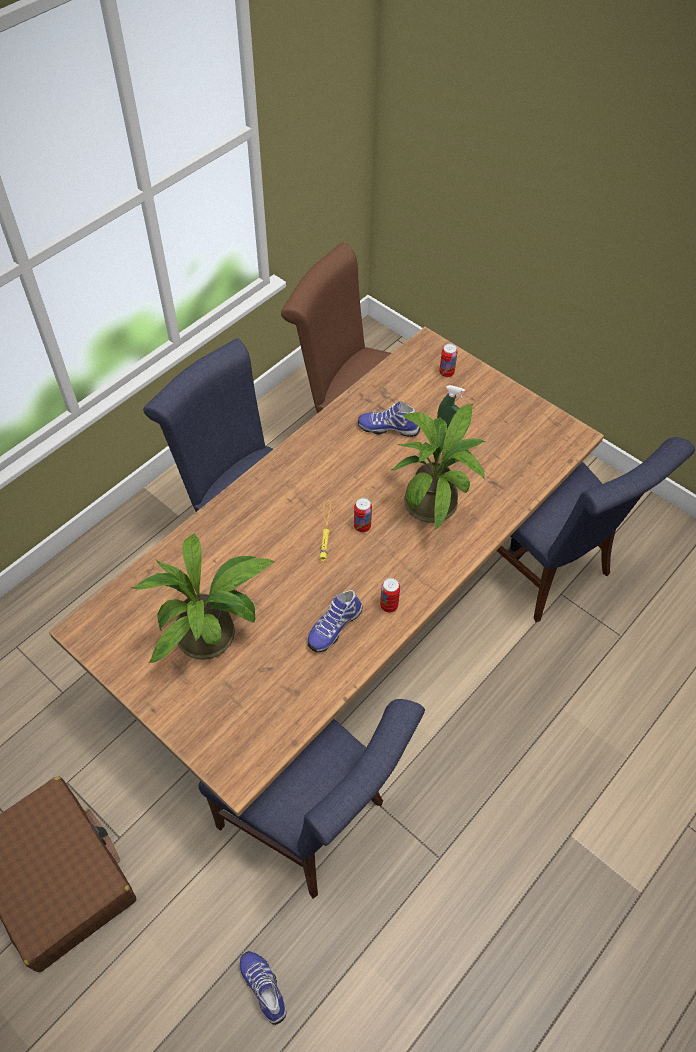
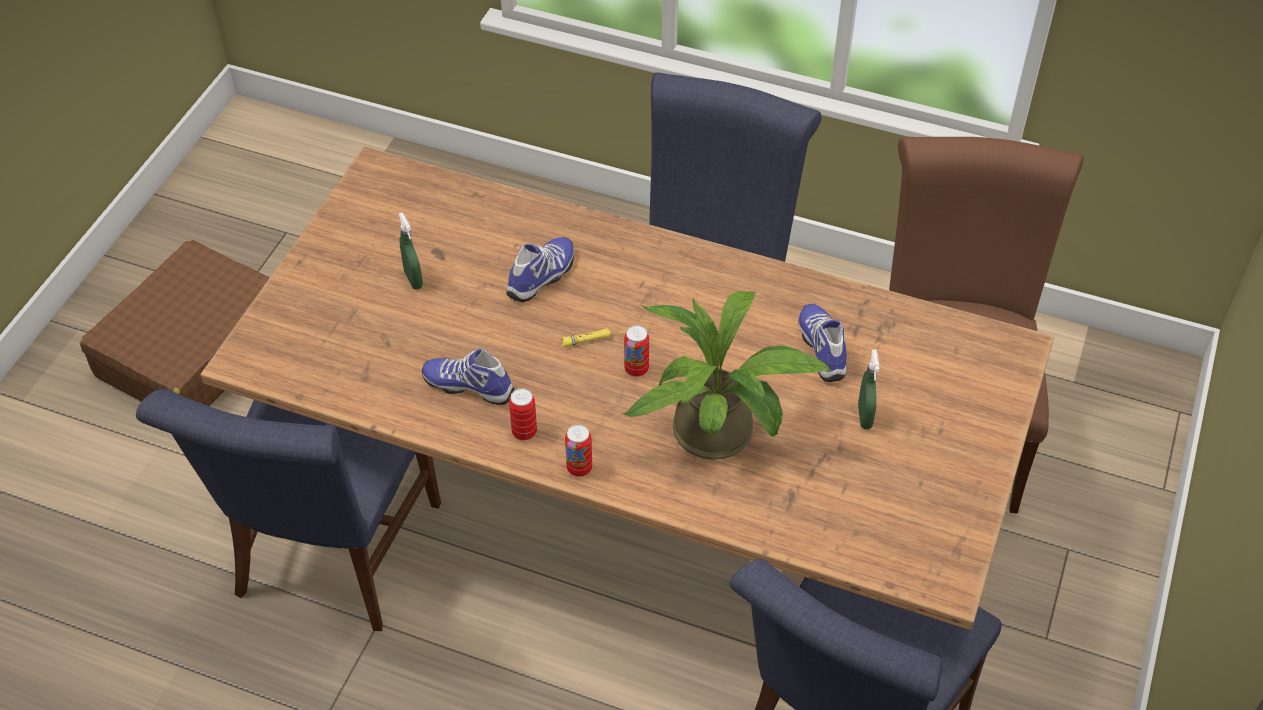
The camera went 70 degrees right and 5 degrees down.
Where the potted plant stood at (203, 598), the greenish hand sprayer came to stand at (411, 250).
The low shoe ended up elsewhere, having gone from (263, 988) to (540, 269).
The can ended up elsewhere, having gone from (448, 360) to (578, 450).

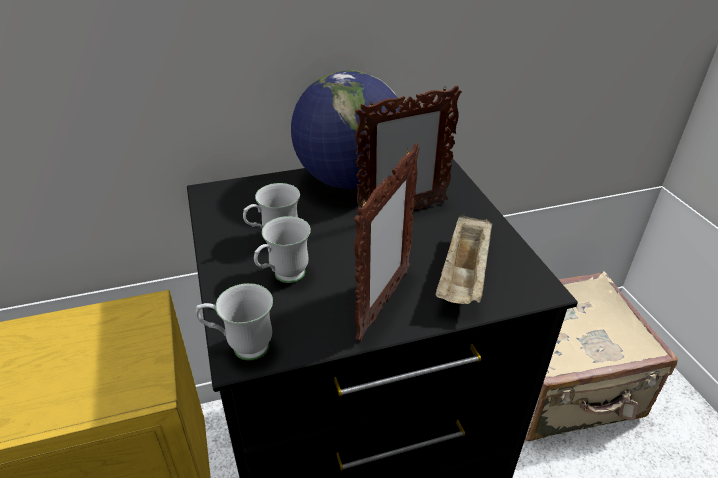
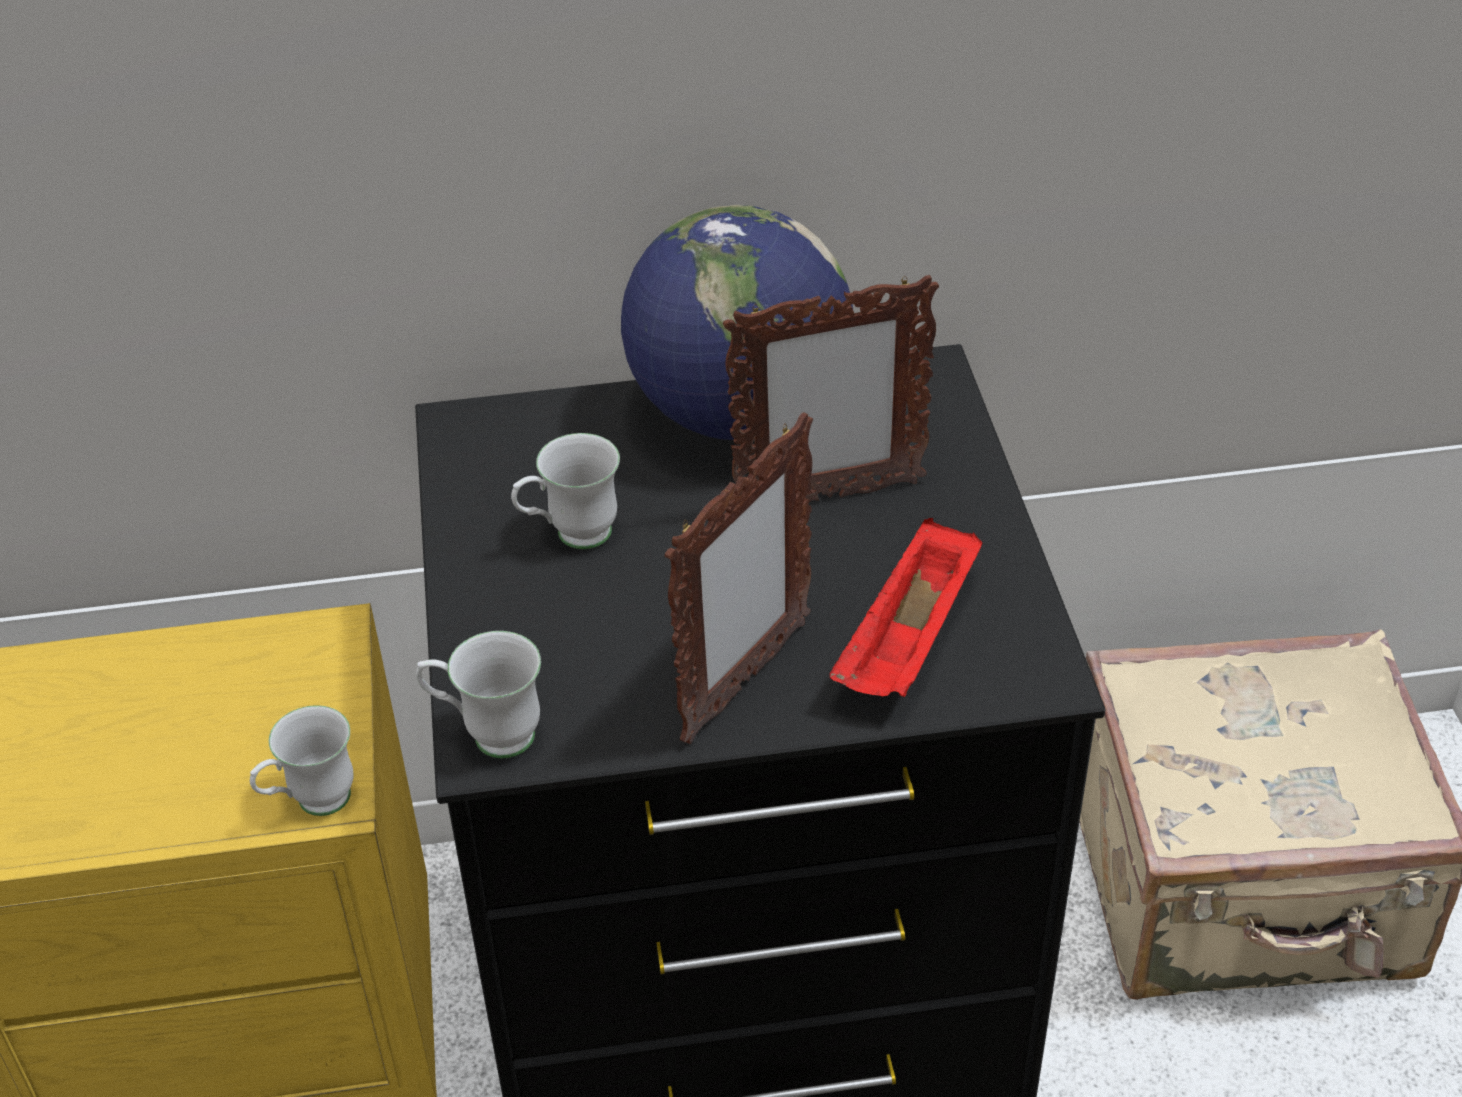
The camera went 10 degrees right and 5 degrees up.
The whitish coffee mug ended up elsewhere, having gone from (282, 249) to (302, 760).
What was the sand-coloured carrying tray at (464, 259) turned into the red-coloured carrying tray at (906, 607).

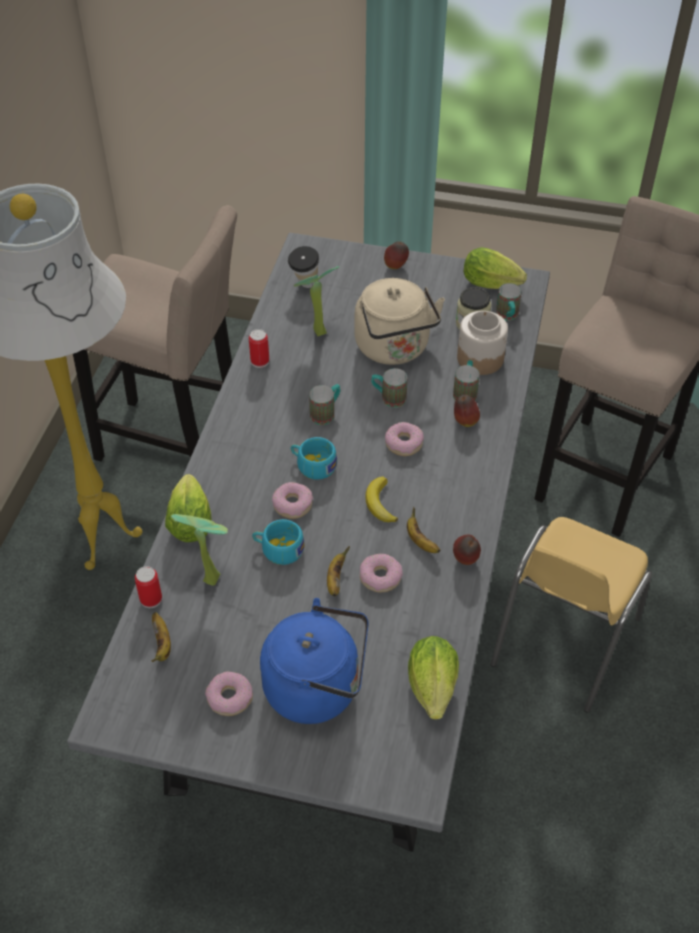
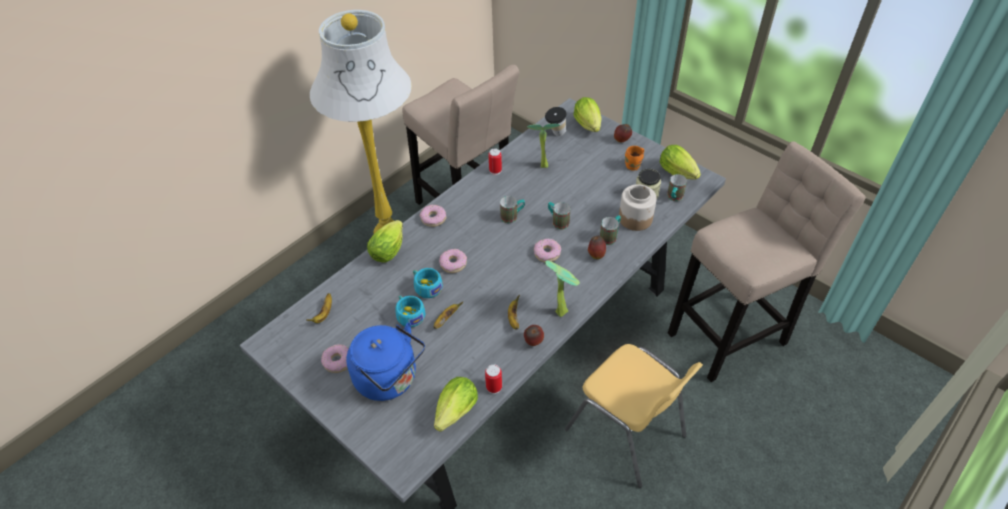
The camera went 30 degrees right and 0 degrees up.
The can ended up elsewhere, having gone from (148, 587) to (493, 379).
The potted plant ended up elsewhere, having gone from (199, 550) to (562, 289).
The turquoise cup ended up elsewhere, having gone from (314, 458) to (410, 311).
The second view lost the sand-coloured kettle at (400, 321).
The doughnut ended up elsewhere, having gone from (381, 573) to (433, 216).
The second view lost the whole banana at (381, 499).
The yellowish upright chair at (571, 615) ended up facing another way, 105 degrees counterclockwise from before.
The second view gained the lettuce at (587, 114).
The second view gained the orange-coloured coffee mug at (634, 158).

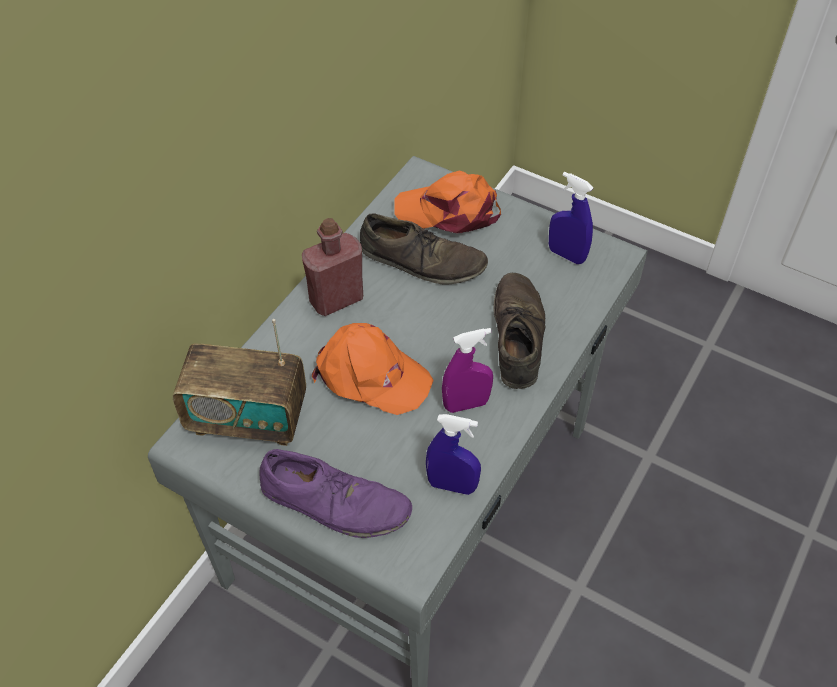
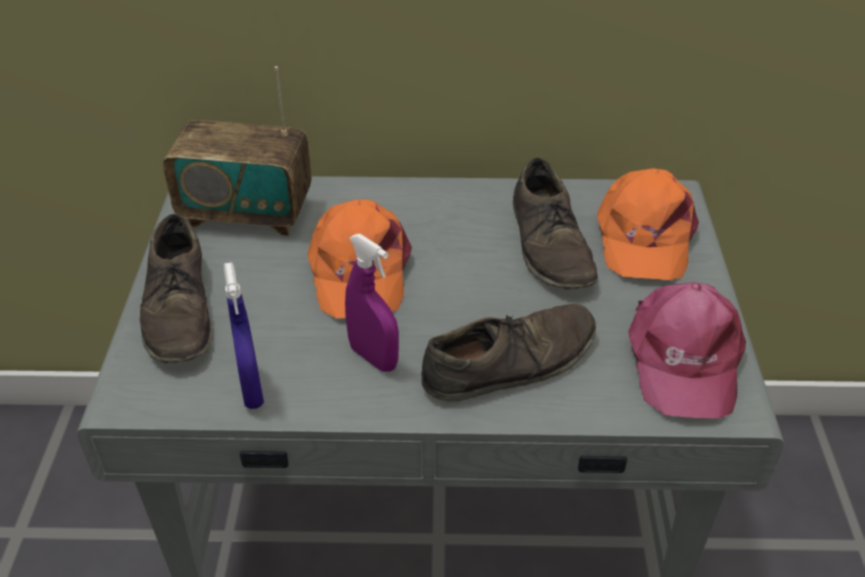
The camera went 60 degrees right and 10 degrees down.
The radio at (239, 382) ended up facing another way, 60 degrees counterclockwise from before.
What was the purple low shoe at (335, 493) turned into the brown low shoe at (176, 288).
The second view lost the red-coloured beverage bottle at (332, 267).
The orange-coloured peaked cap at (447, 201) ended up facing another way, 150 degrees counterclockwise from before.
Where the bluish hand sprayer stood at (571, 217), the pinkish peaked cap came to stand at (687, 350).

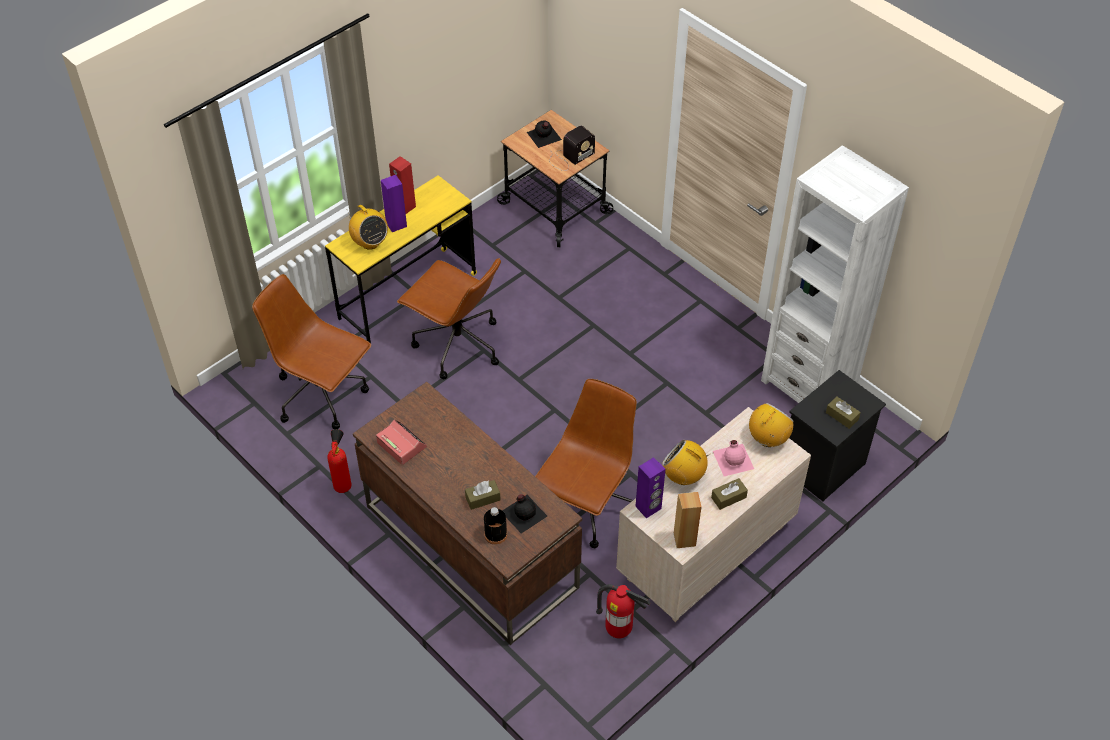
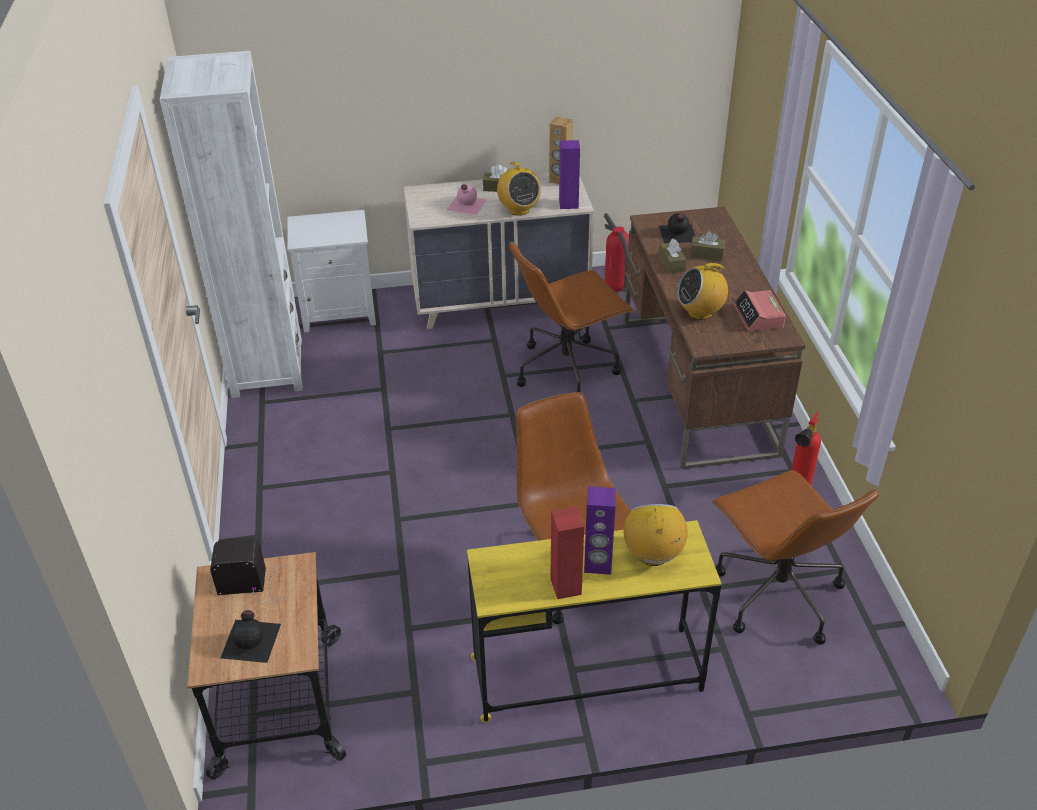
The camera went 145 degrees left and 10 degrees down.
The second view lost the black-coloured beverage bottle at (495, 526).
The radio ended up elsewhere, having gone from (771, 425) to (702, 291).
What was the black-coloured bedside table at (837, 435) turned into the whitish bedside table at (332, 271).
The brown tissue holder ended up elsewhere, having gone from (843, 412) to (673, 256).

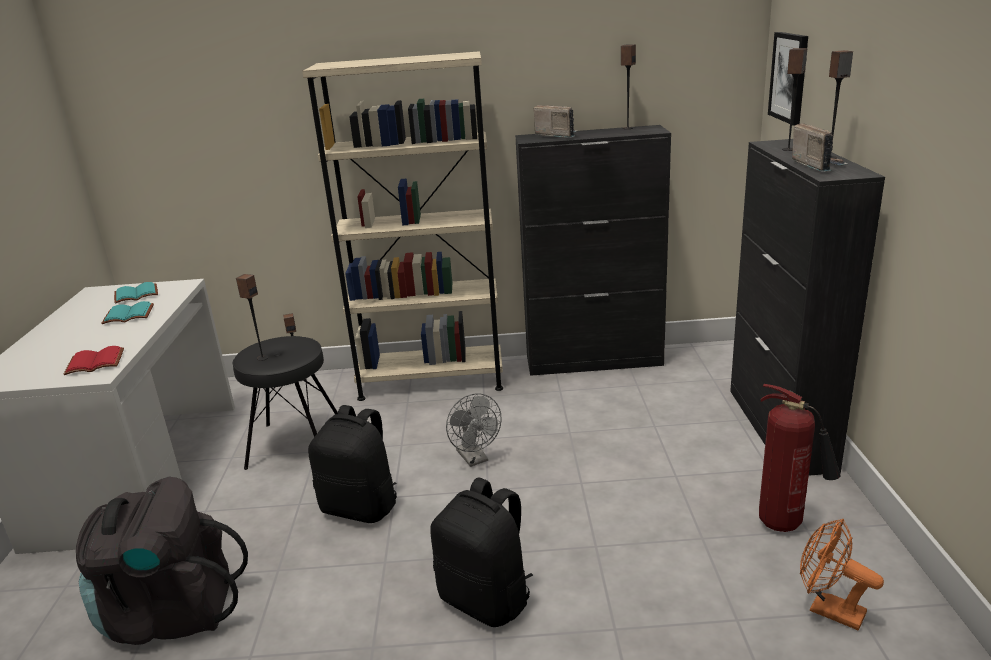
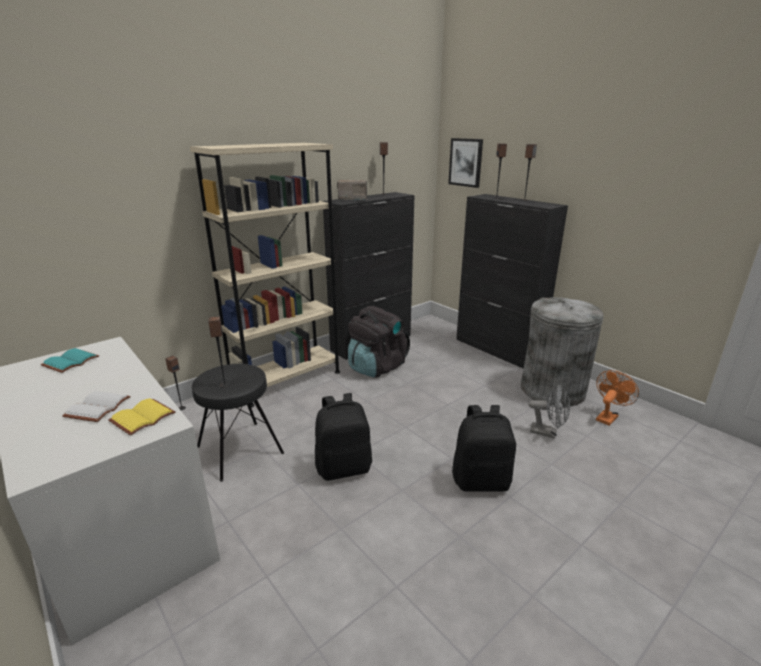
The camera went 40 degrees left and 0 degrees up.
What was the red-coloured volume at (93, 360) turned into the yellowish volume at (142, 417).
The black-coloured knapsack ended up elsewhere, having gone from (162, 560) to (379, 342).
The second view lost the turquoise volume at (127, 312).
The grey electric fan ended up elsewhere, having gone from (474, 430) to (549, 412).
Where the fire extinguisher stood at (800, 458), the grey trash can came to stand at (562, 352).
The second view lost the radio at (820, 147).
The orange-coloured electric fan at (842, 574) ended up facing another way, 135 degrees clockwise from before.
The second view gained the whitish volume at (96, 406).

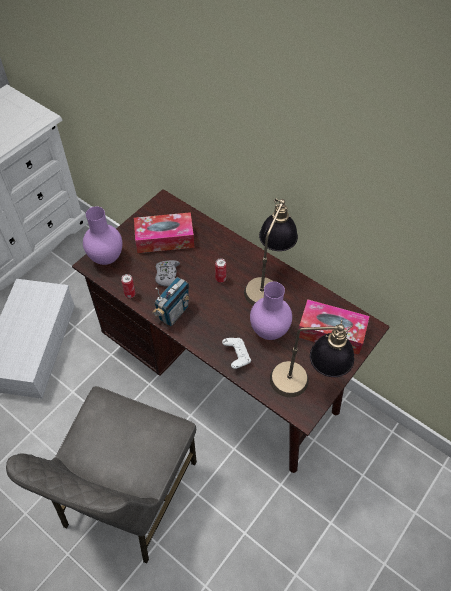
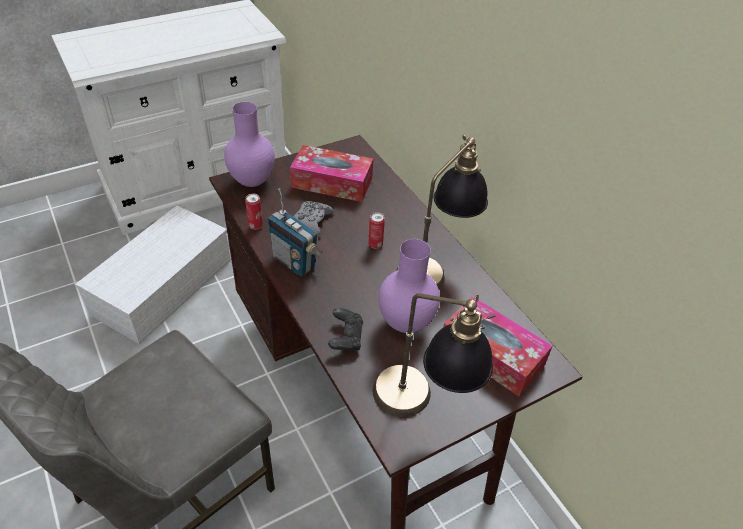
The camera went 20 degrees right and 10 degrees down.
The radio at (170, 301) ended up facing another way, 75 degrees clockwise from before.
What was the whitish game controller at (236, 353) turned into the black-coloured game controller at (345, 329).

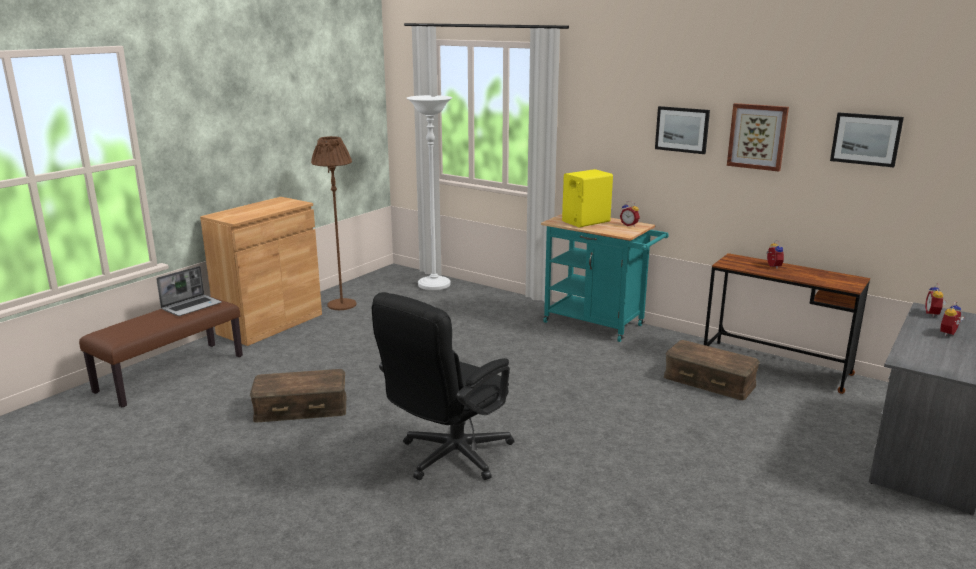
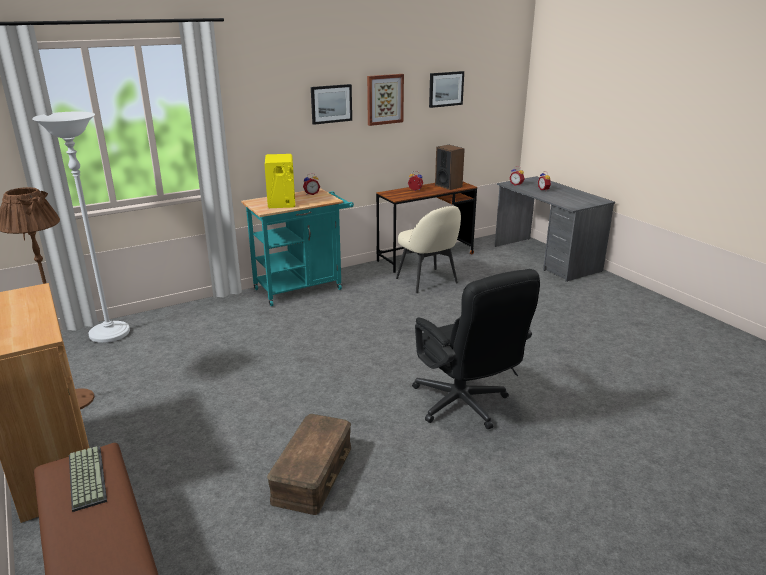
The camera went 65 degrees left and 5 degrees up.
Where the laptop stood at (189, 291), the PC keyboard came to stand at (88, 479).
Where the brown storage bin stood at (712, 370), the sand-coloured upright chair came to stand at (428, 249).
The second view gained the audio speaker at (450, 167).

